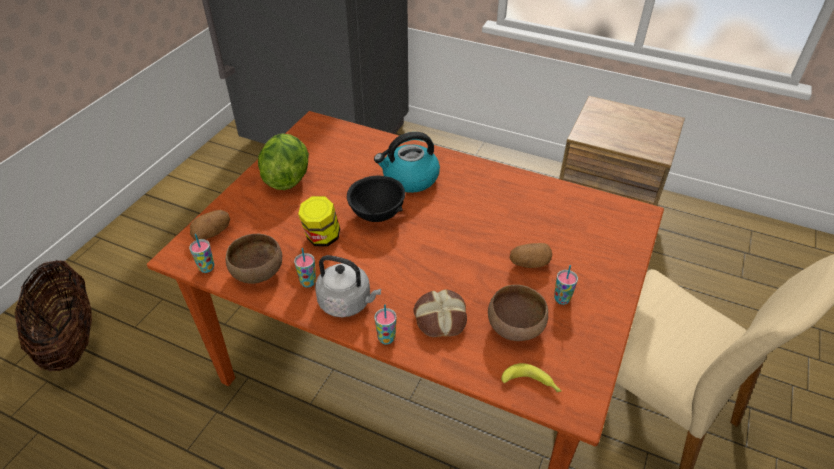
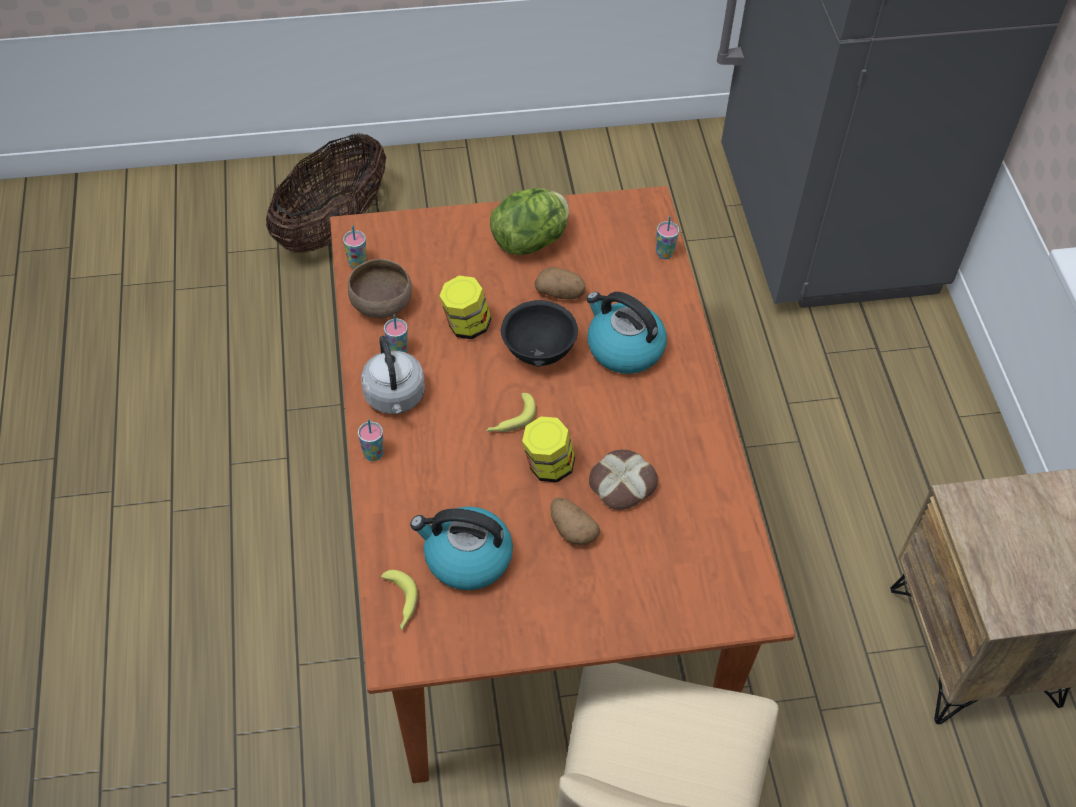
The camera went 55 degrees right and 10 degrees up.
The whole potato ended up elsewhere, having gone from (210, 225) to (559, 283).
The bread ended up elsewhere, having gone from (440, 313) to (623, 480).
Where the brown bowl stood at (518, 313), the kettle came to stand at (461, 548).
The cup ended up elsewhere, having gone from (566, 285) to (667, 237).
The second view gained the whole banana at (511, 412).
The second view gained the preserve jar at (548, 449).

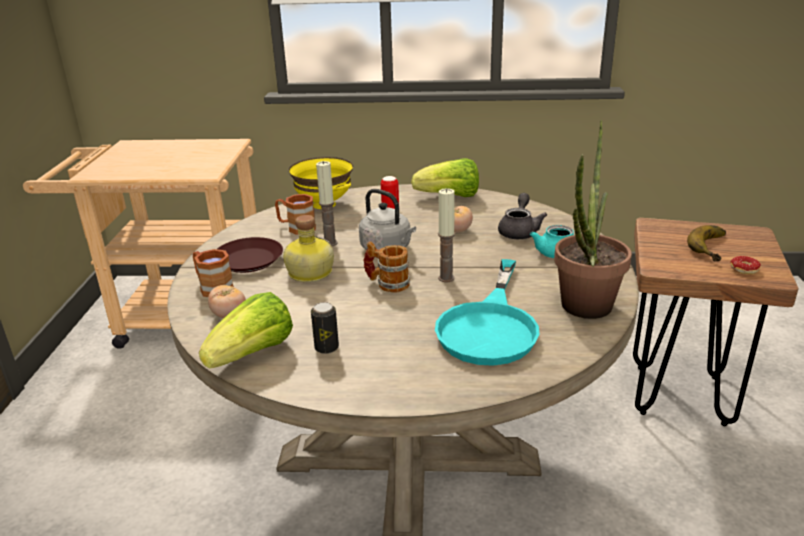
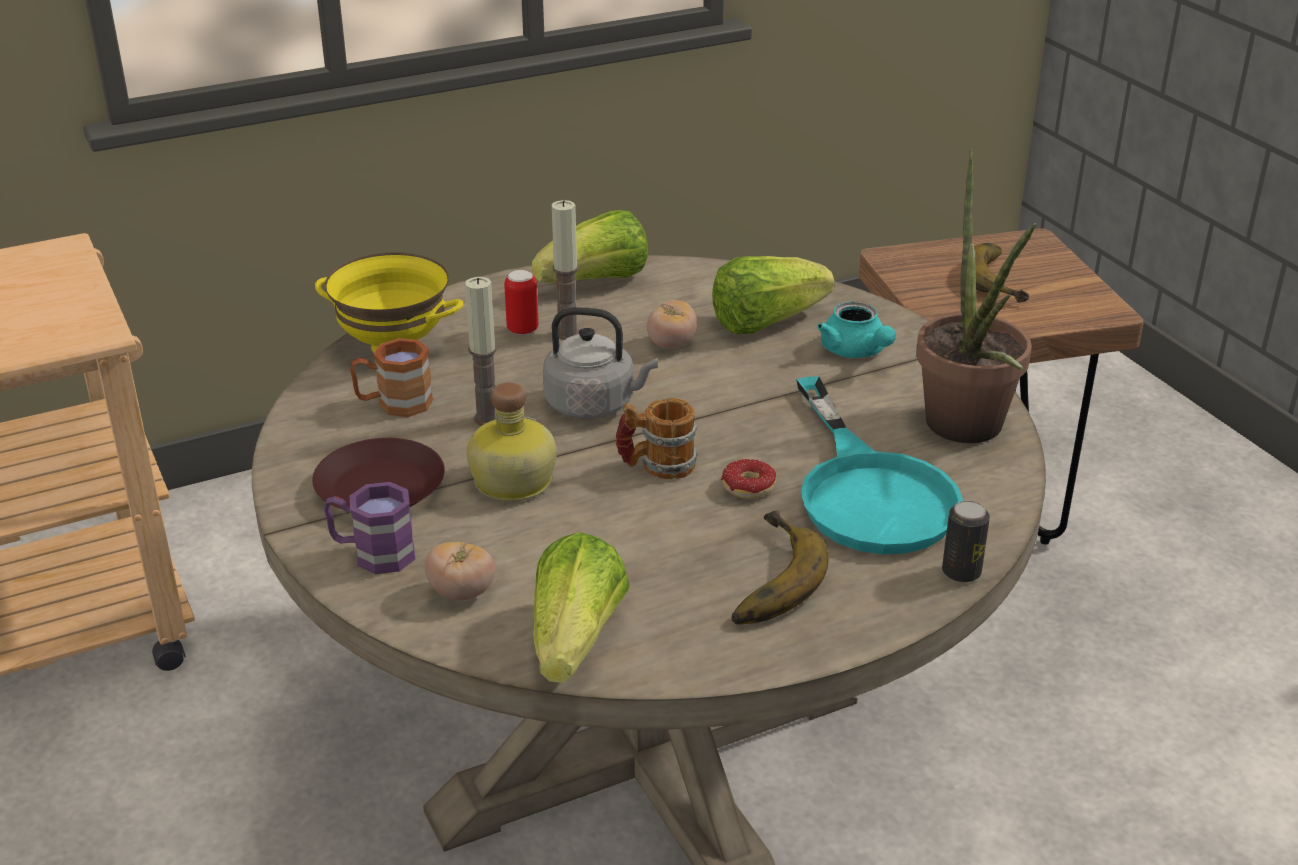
The camera went 30 degrees left and 5 degrees up.
What was the brown coffee mug at (213, 273) turned into the purple coffee mug at (369, 528).
The can ended up elsewhere, having gone from (325, 328) to (966, 541).
The wax candle ended up elsewhere, having gone from (446, 235) to (565, 270).
Where the grey tea pot stood at (522, 216), the lettuce came to stand at (773, 295).
The doughnut ended up elsewhere, having gone from (745, 265) to (748, 479).
The second view gained the whole banana at (780, 567).

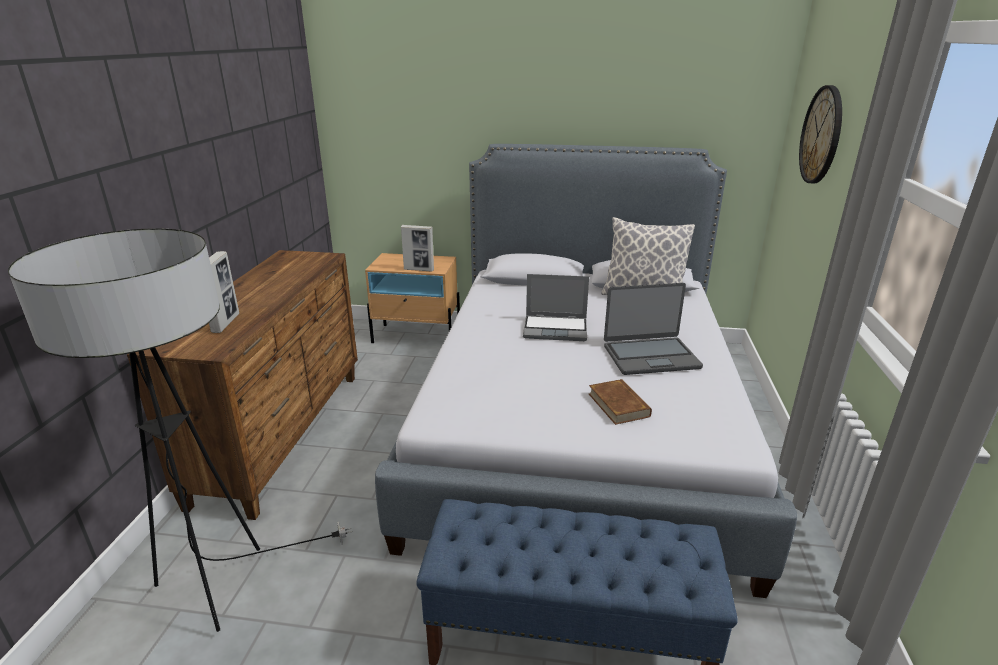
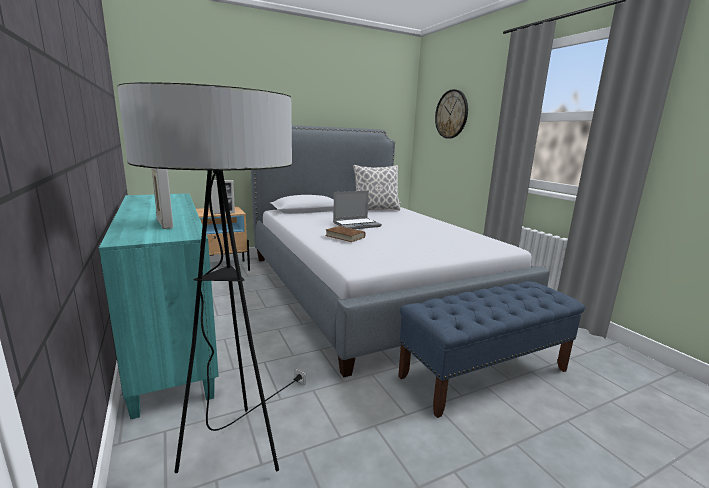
The camera went 35 degrees left and 10 degrees down.
What was the brown chest of drawers at (242, 385) turned into the turquoise chest of drawers at (159, 306).
The brown volume ended up elsewhere, having gone from (620, 402) to (345, 234).
The second view lost the laptop at (653, 329).

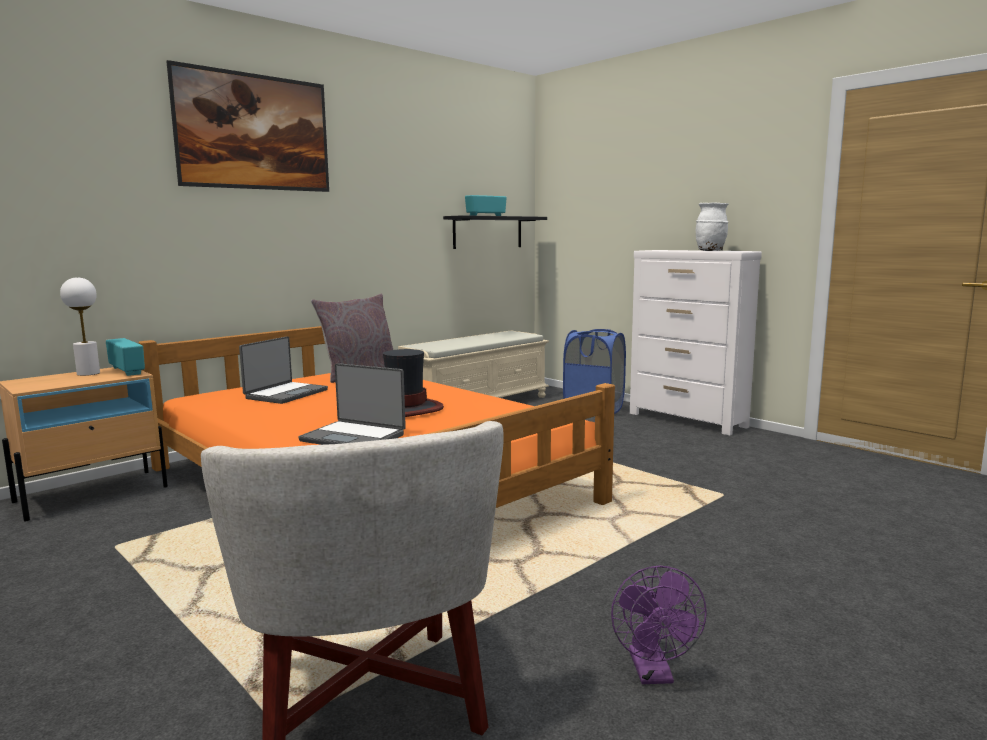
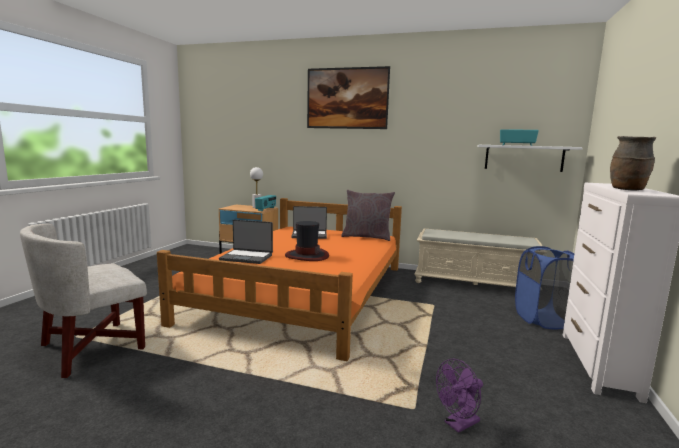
The camera went 60 degrees right and 0 degrees up.
The laptop at (352, 404) ended up facing another way, 75 degrees counterclockwise from before.
What was the black-coloured wall shelf at (495, 232) turned into the whitish wall shelf at (530, 158).
The purple electric fan ended up elsewhere, having gone from (659, 624) to (459, 396).
What was the whitish vase at (712, 226) turned into the brown vase at (633, 163).

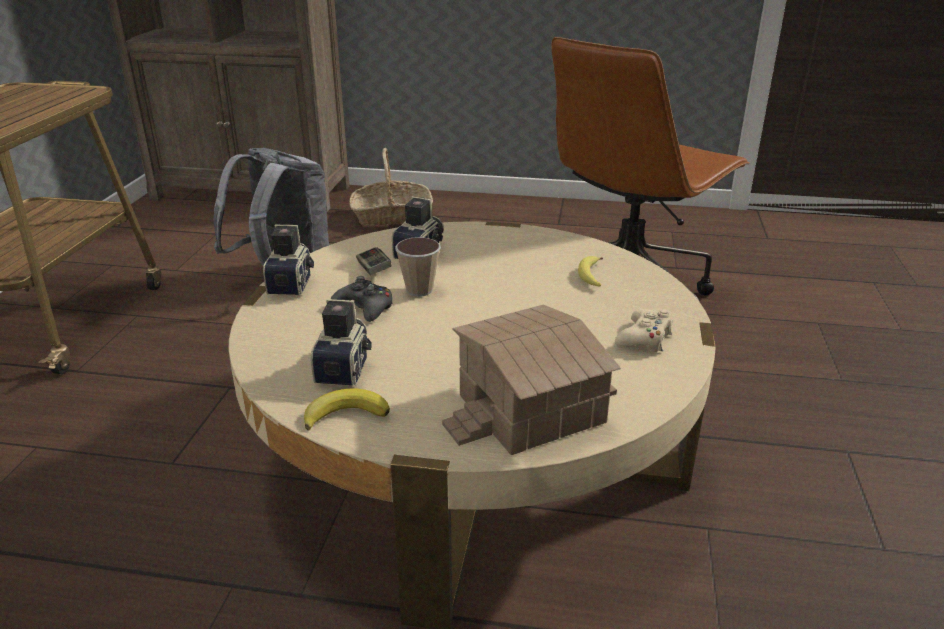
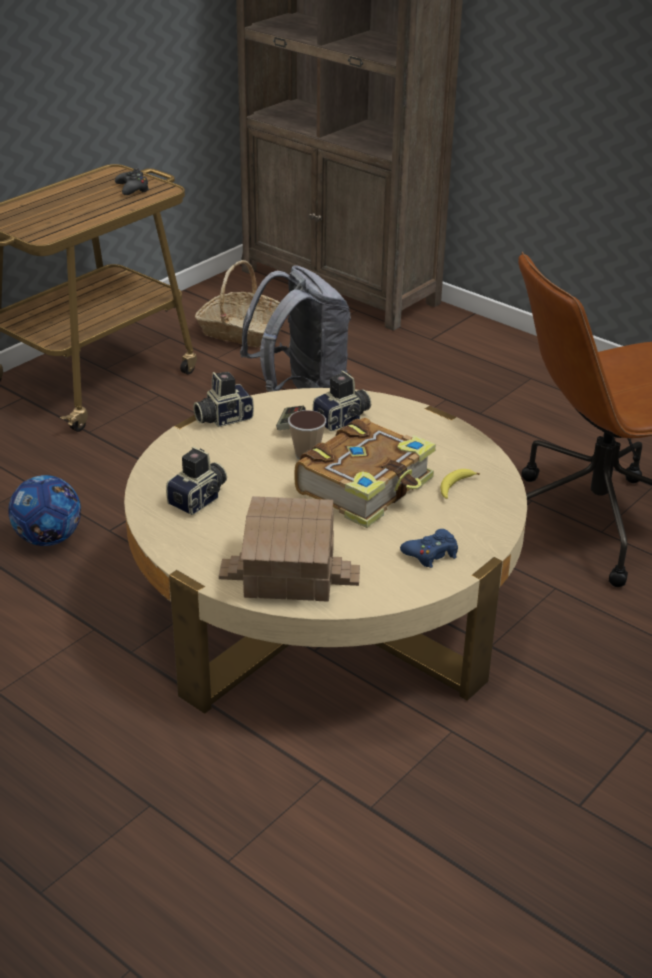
The camera went 30 degrees right and 5 degrees up.
The photo camera at (288, 259) ended up facing another way, 150 degrees counterclockwise from before.
The second view lost the whole banana at (347, 409).
The black-coloured game controller ended up elsewhere, having gone from (362, 299) to (132, 181).
The household basket ended up elsewhere, having gone from (391, 186) to (238, 304).
What was the sand-coloured game controller at (644, 330) turned into the bluish game controller at (429, 548).
The second view gained the football ball at (44, 510).
The second view gained the volume at (365, 473).

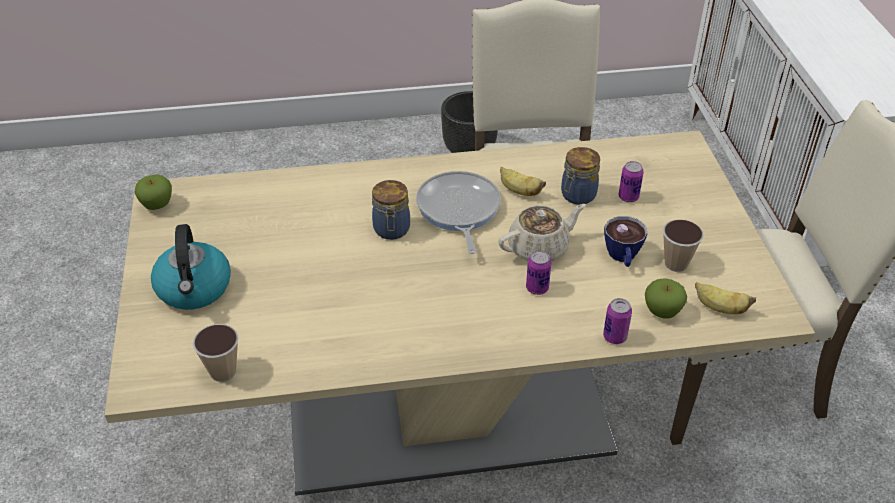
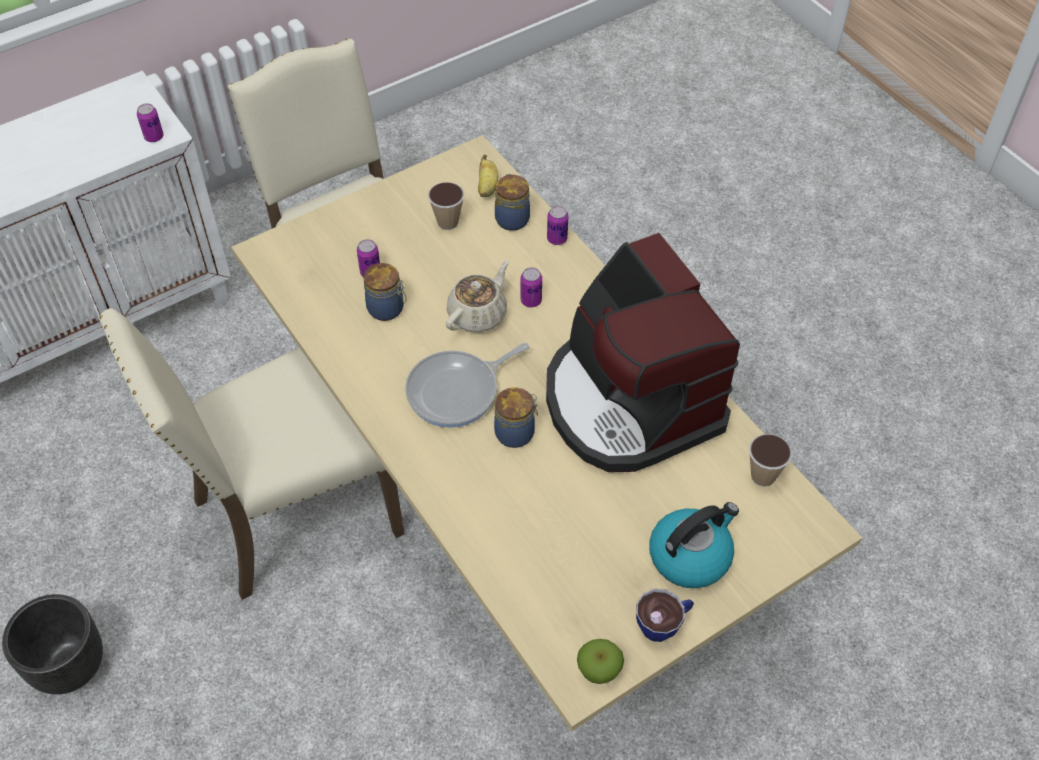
The camera went 115 degrees left and 10 degrees up.
The sand-coloured tea pot at (542, 232) ended up facing another way, 90 degrees clockwise from before.
The second view lost the whole banana at (523, 181).
The cup ended up elsewhere, having gone from (626, 241) to (665, 615).
Where the whole apple stood at (666, 298), the preserve jar came to stand at (512, 202).
The second view gained the can at (150, 122).
The second view gained the coffee maker at (643, 352).

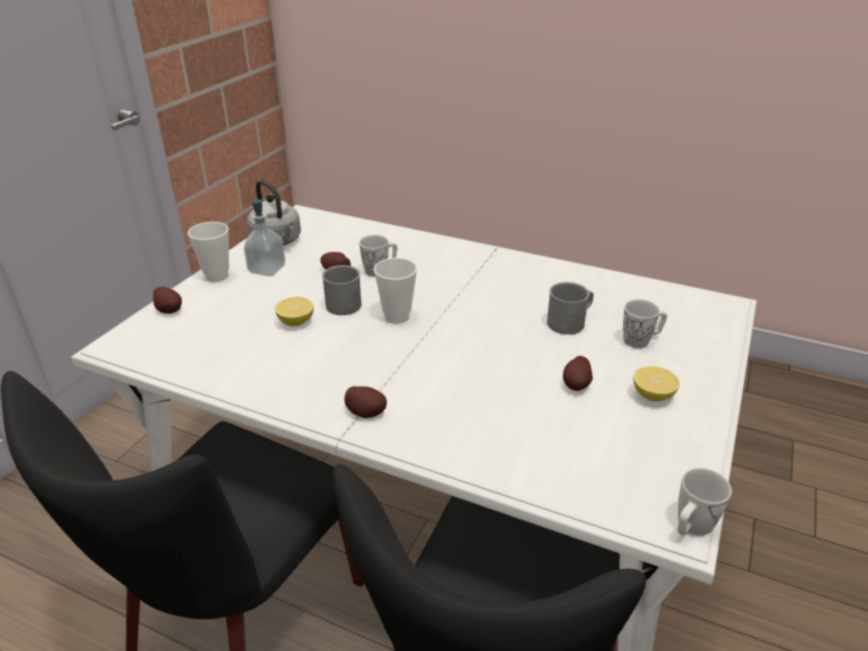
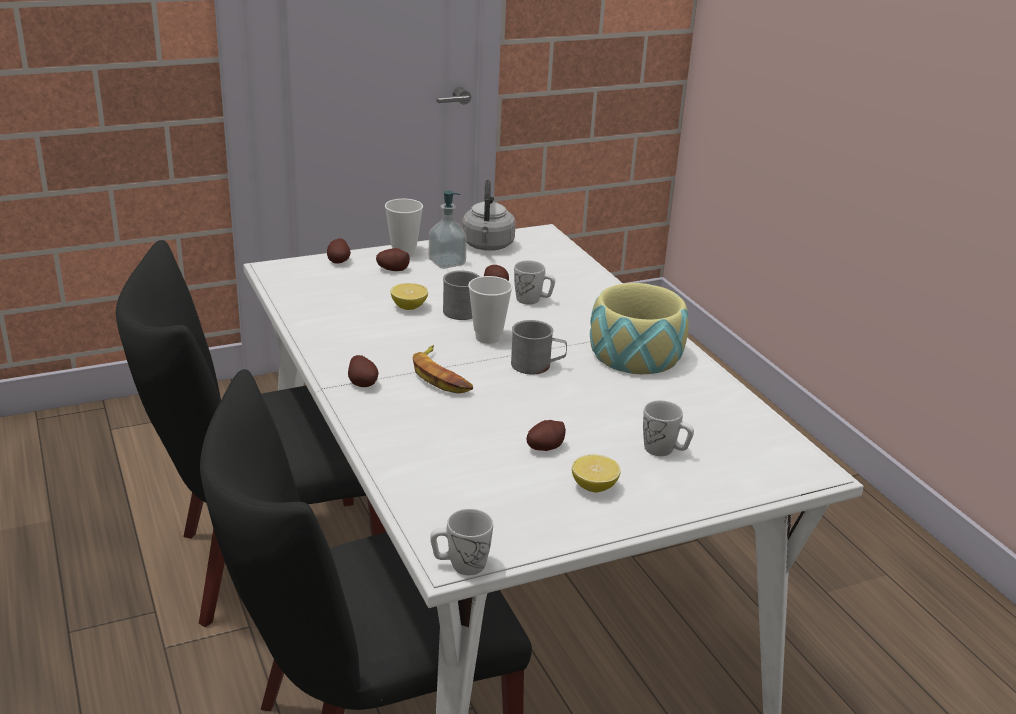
The camera went 40 degrees right and 5 degrees down.
The grey coffee mug ended up elsewhere, having gone from (570, 308) to (539, 347).
The second view gained the whole potato at (393, 259).
The second view gained the whole banana at (443, 369).
The second view gained the bowl at (639, 328).

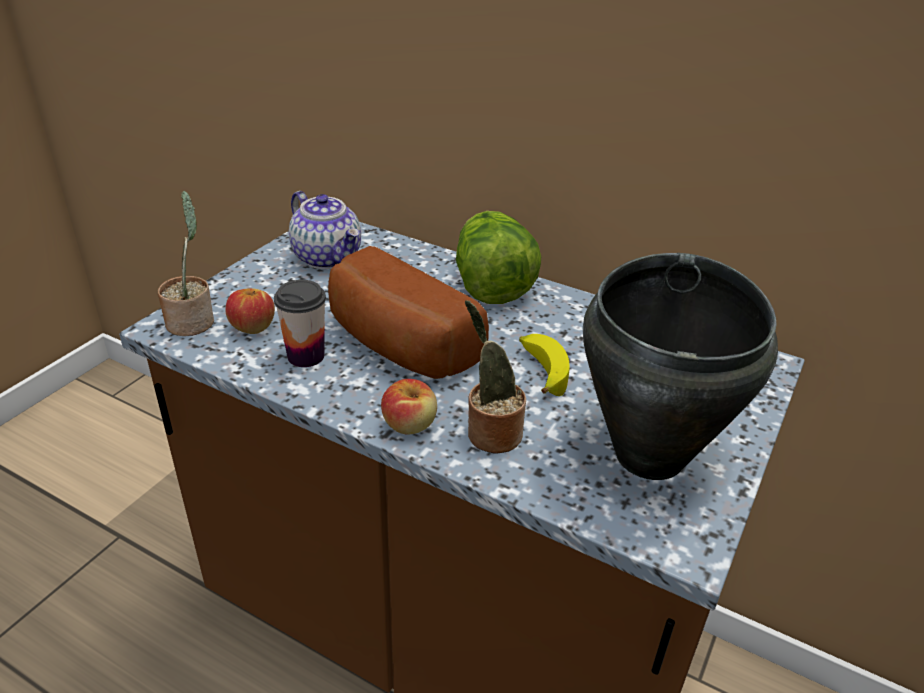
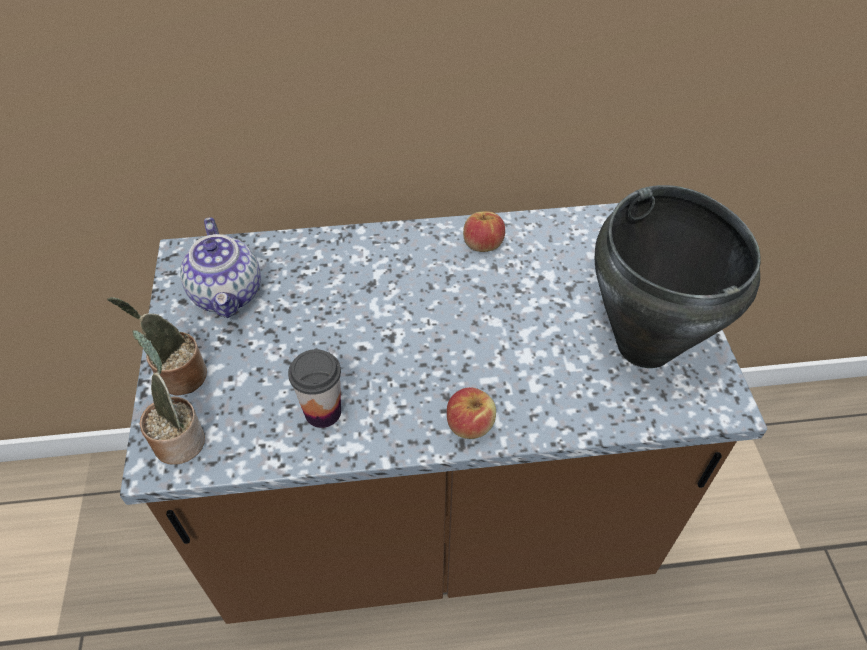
The camera went 35 degrees left and 15 degrees up.
The whole apple ended up elsewhere, having gone from (250, 311) to (484, 231).
The tea pot at (325, 230) ended up facing another way, 60 degrees clockwise from before.
The second view lost the bread at (408, 312).
The second view lost the lettuce at (498, 257).
The potted plant ended up elsewhere, having gone from (495, 377) to (157, 346).
The second view lost the whole banana at (544, 365).

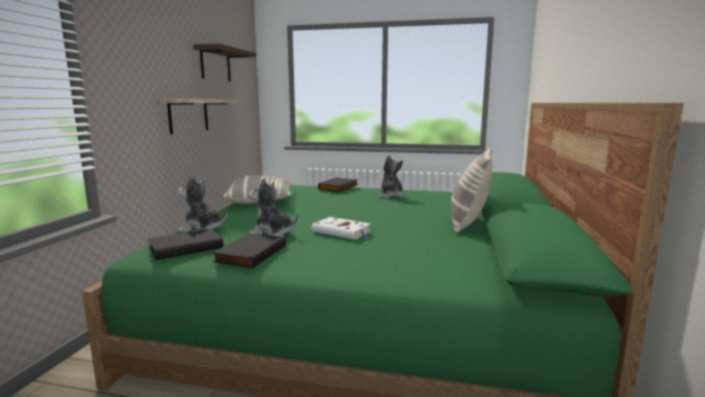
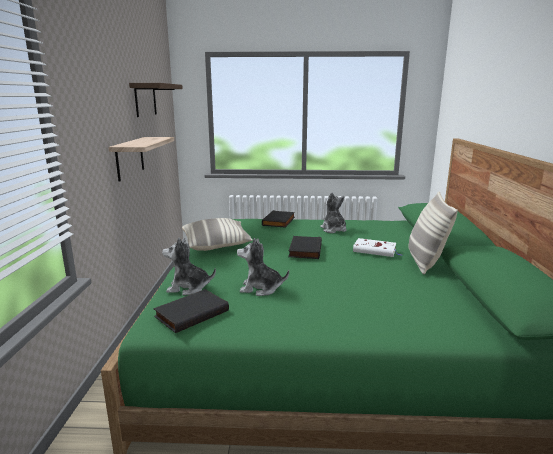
The camera went 10 degrees left and 5 degrees up.
The black-coloured volume ended up elsewhere, having gone from (249, 250) to (305, 247).
The whitish volume ended up elsewhere, having gone from (341, 228) to (377, 247).

